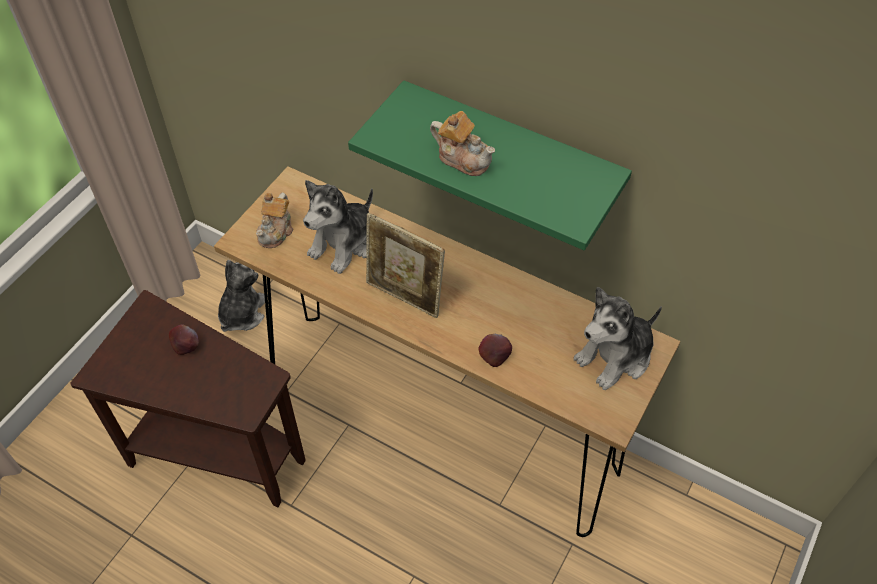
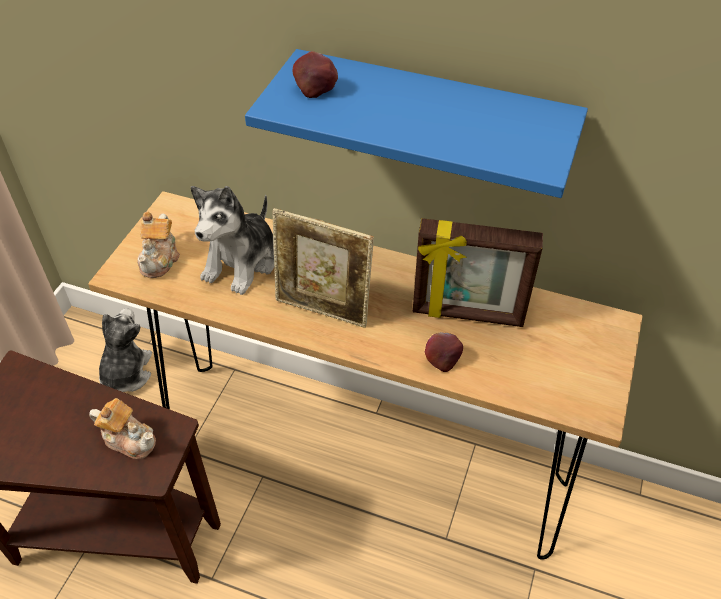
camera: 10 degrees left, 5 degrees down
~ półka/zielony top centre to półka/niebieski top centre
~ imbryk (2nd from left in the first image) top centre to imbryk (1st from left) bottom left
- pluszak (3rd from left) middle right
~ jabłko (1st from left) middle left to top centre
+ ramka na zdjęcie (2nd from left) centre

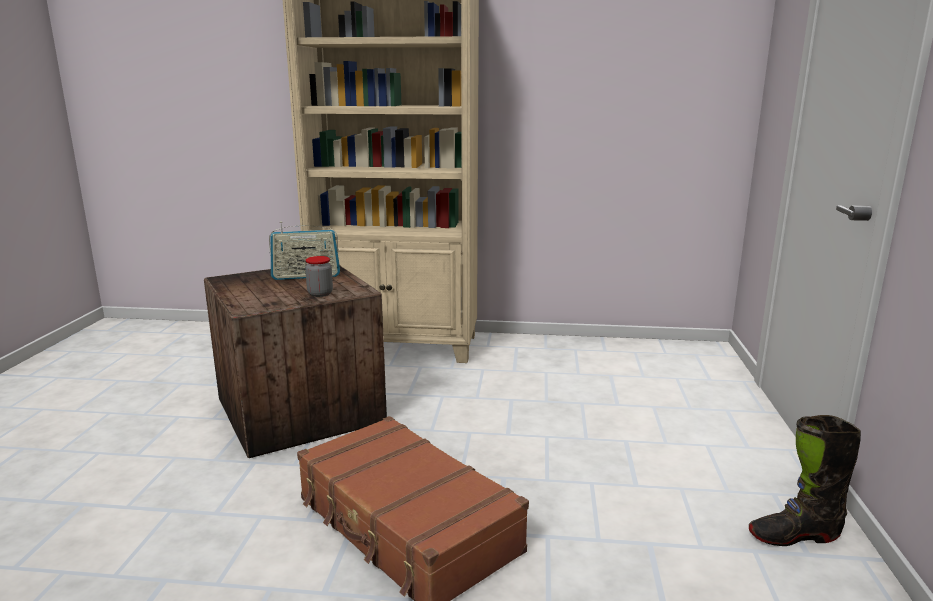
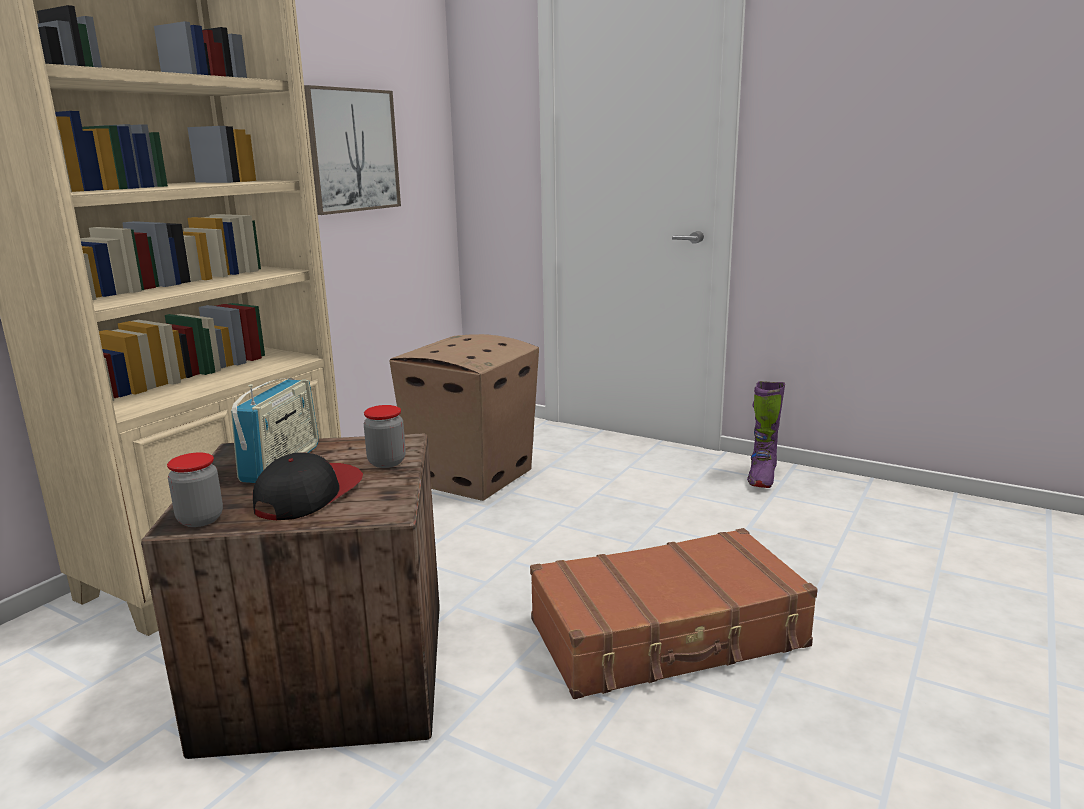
camera: 65 degrees left, 0 degrees up
~ but z cholewką/czarny bottom right to but z cholewką/fioletowy middle right
+ obraz top left
+ karton centre
+ słoik (1st from left) middle left
+ czapka z daszkiem middle left

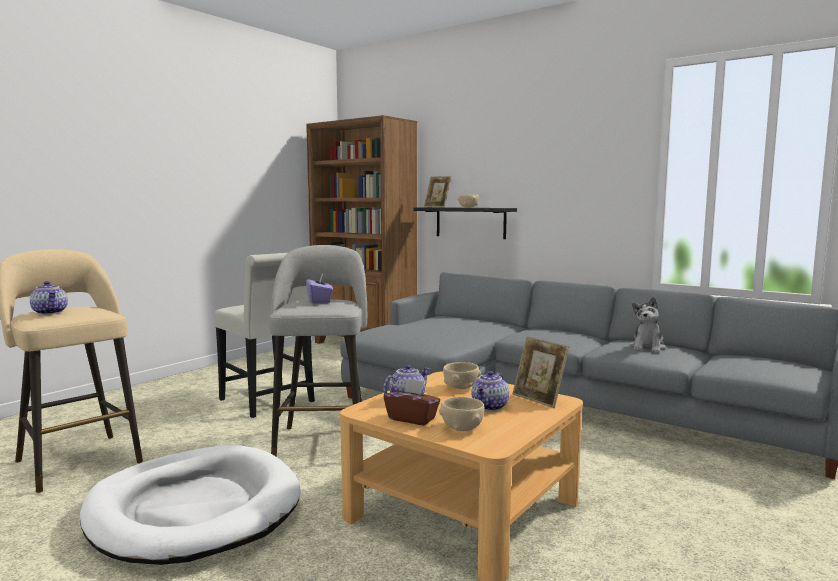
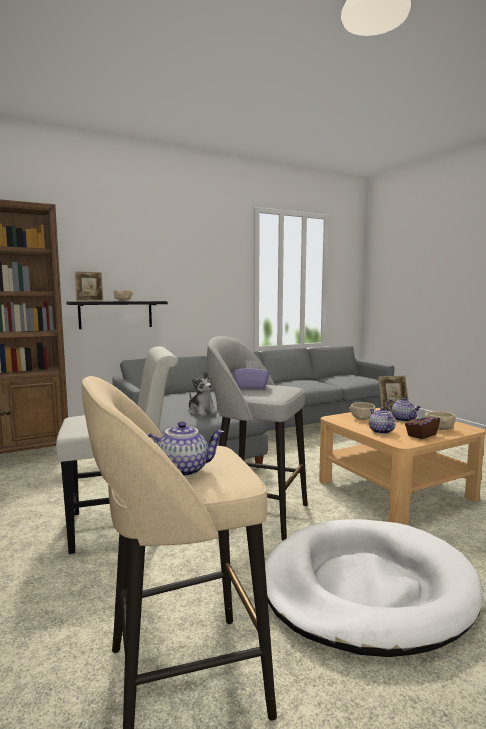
camera: 65 degrees left, 0 degrees up
~ pluszak middle right to centre

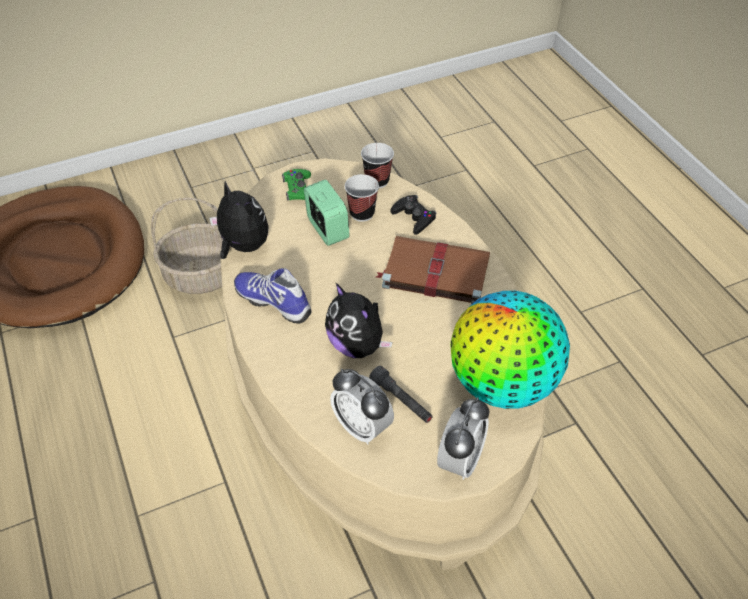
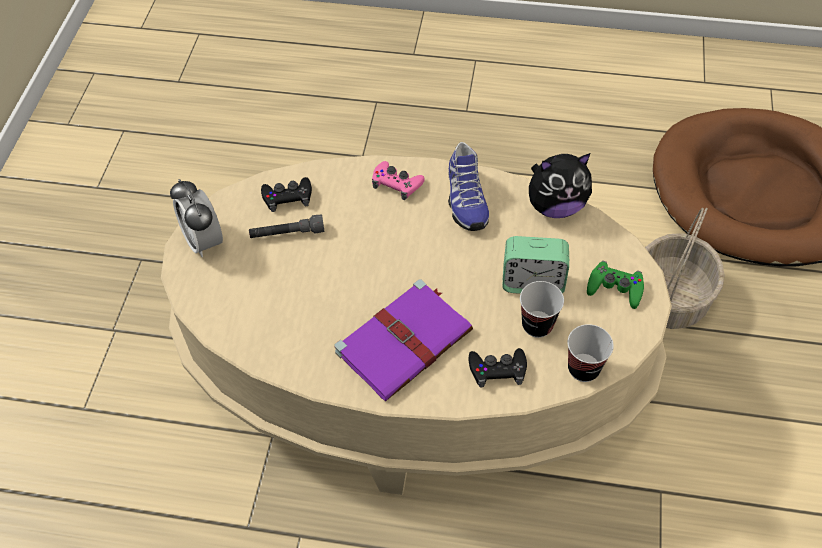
camera: 125 degrees right, 5 degrees up
~ książka/brązowy centre to książka/fioletowy centre
~ but centre = centre 105 degrees clockwise
- pluszak (2nd from left) centre
- globus middle right
~ budzik (2nd from left) bottom centre to pad do gier/czarny (1st from left) centre
+ pad do gier/różowy top centre

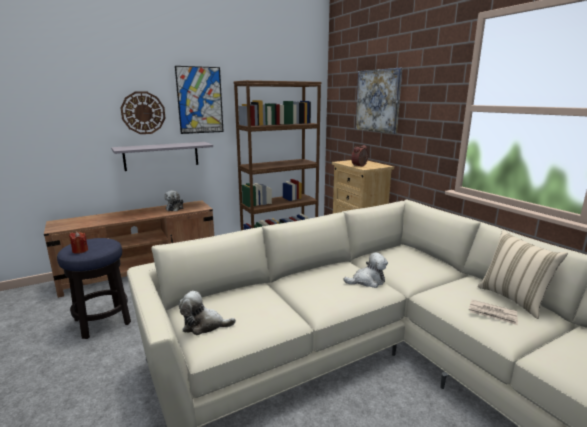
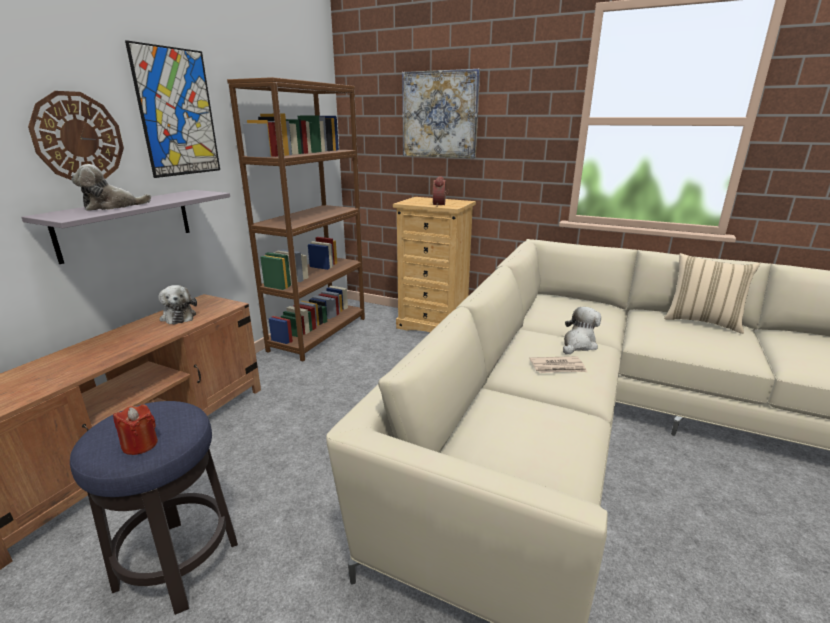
camera: 35 degrees left, 5 degrees up
~ pluszak (2nd from left in the first image) bottom centre to pluszak (1st from left) top left
~ gazeta bottom right to middle right

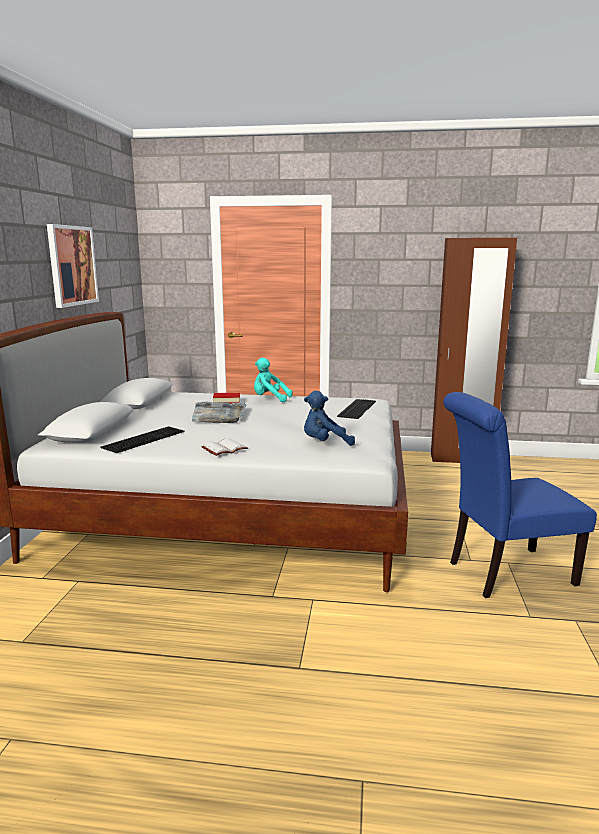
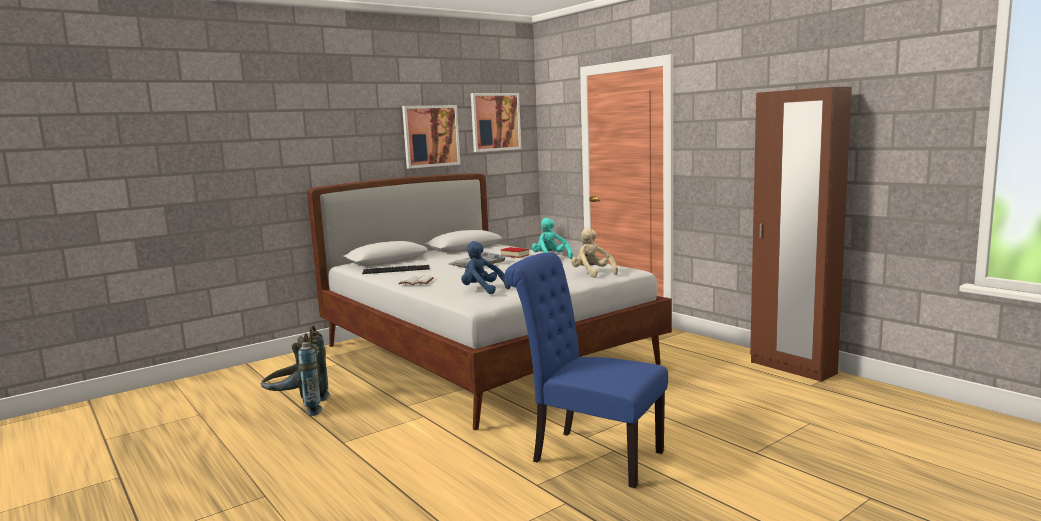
camera: 45 degrees right, 5 degrees down
~ klawiatura (2nd from left) centre to pluszak/beżowy centre
+ obraz (2nd from left) top centre
+ plecak/szary bottom left

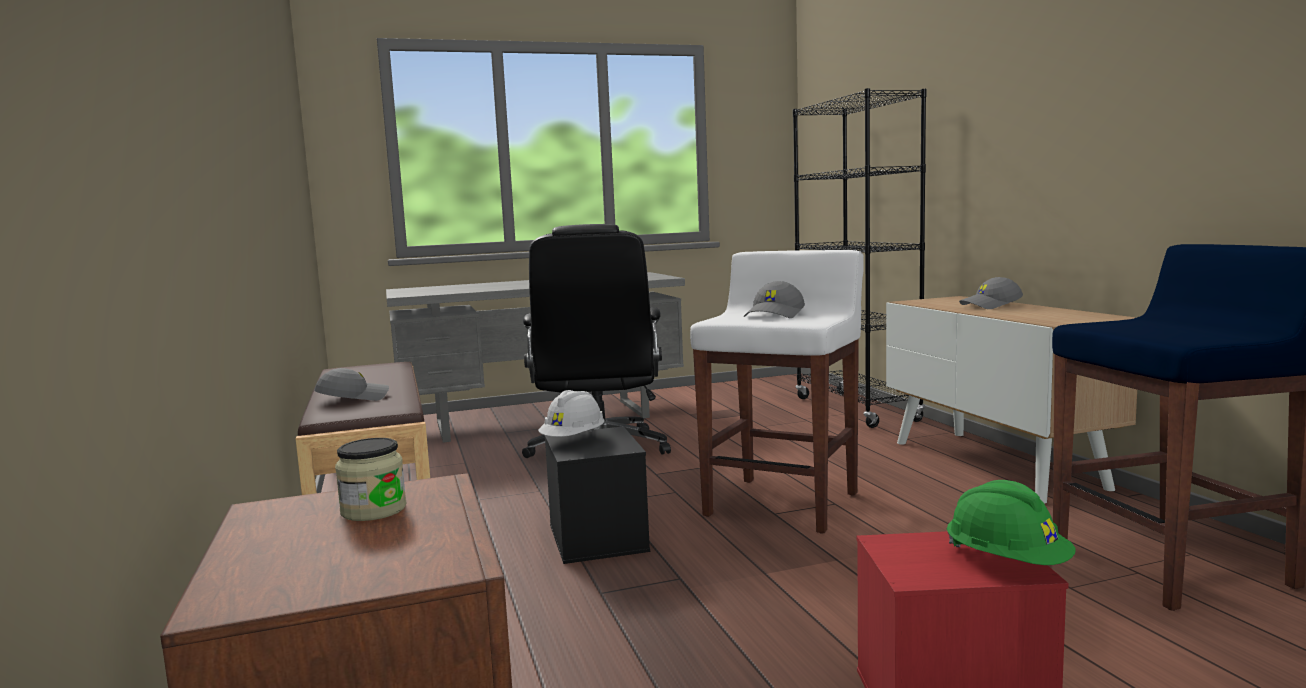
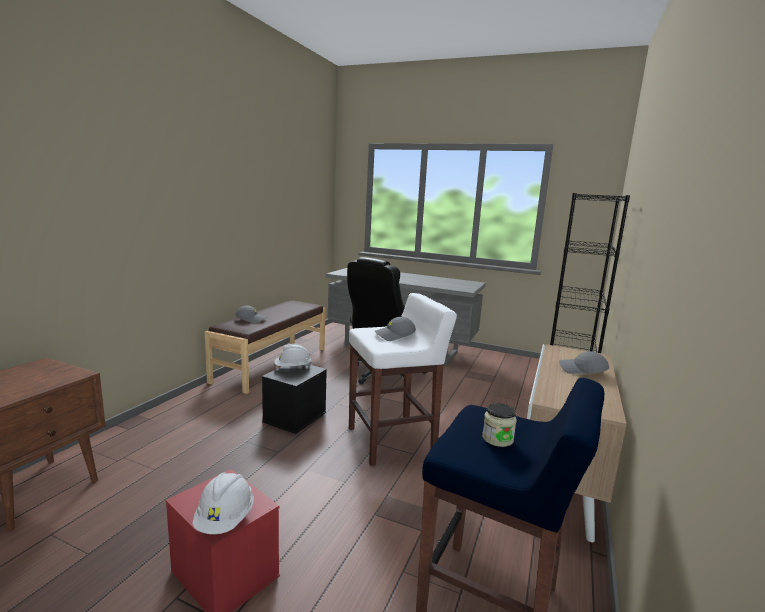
camera: 40 degrees right, 5 degrees up
~ słoik bottom left to bottom centre
~ kask/zielony bottom right to kask/biały (1st from left) bottom left

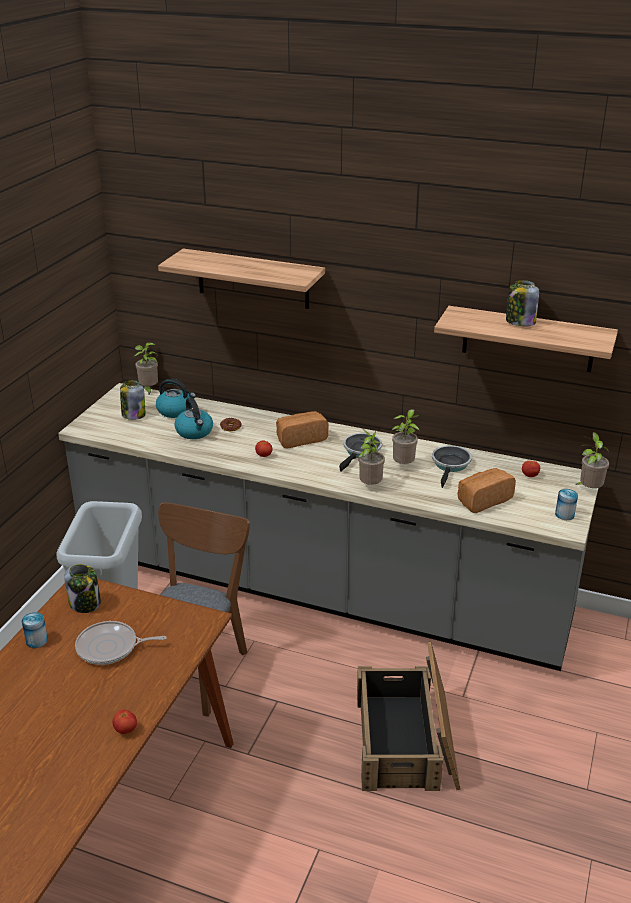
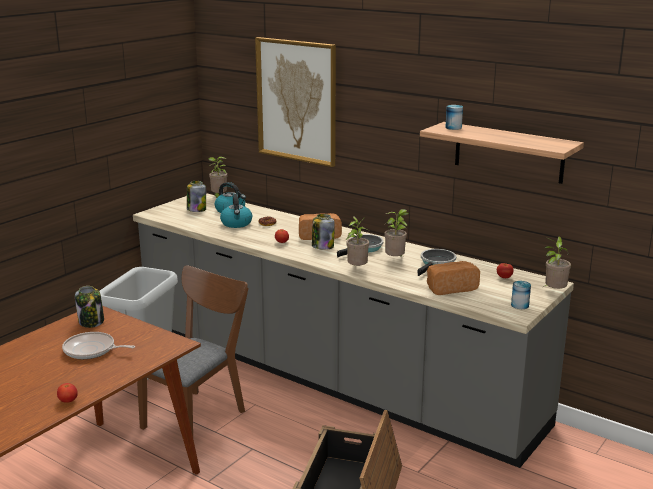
camera: 15 degrees right, 10 degrees down
~ półka (1st from left) top centre to obraz top centre
~ słoik (3rd from left) middle right to centre
~ puszka (1st from left) bottom left to top right

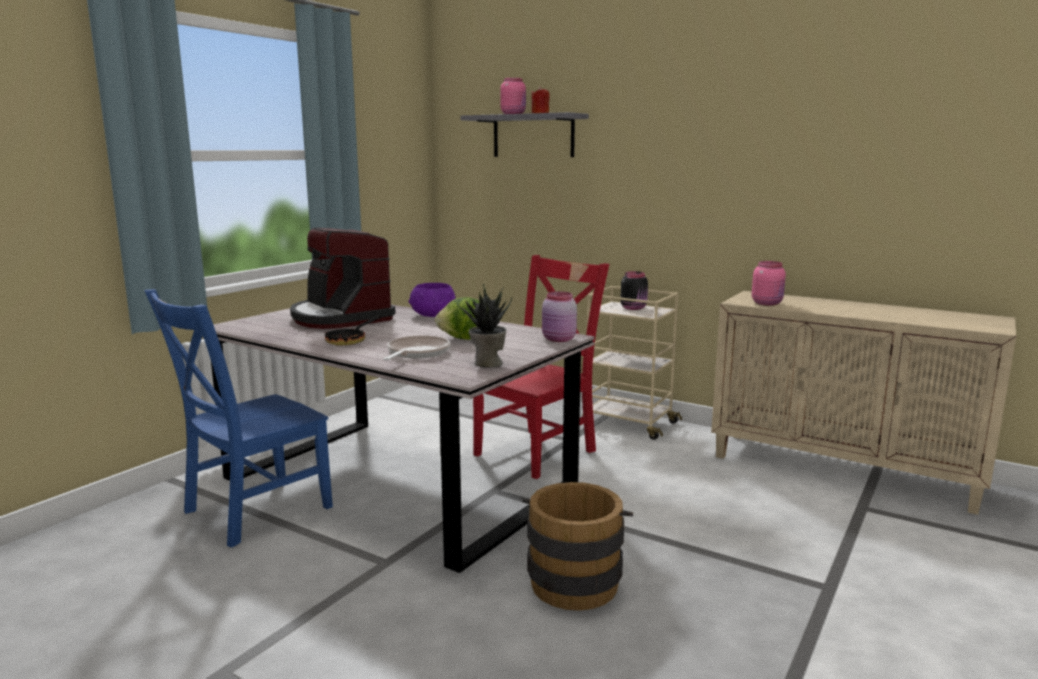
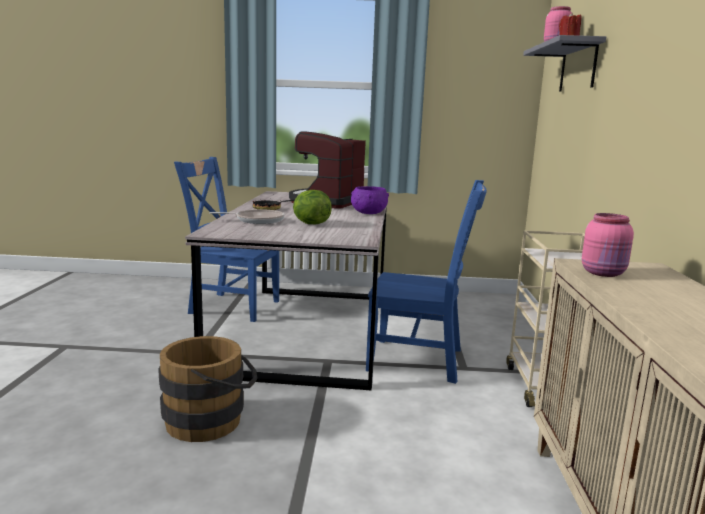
camera: 60 degrees right, 0 degrees up
~ krzesło/czerwony centre to krzesło/niebieski (2nd from left) centre
- słoik/czarny centre
- roślina doniczkowa centre
- słoik/różowy (2nd from left) centre

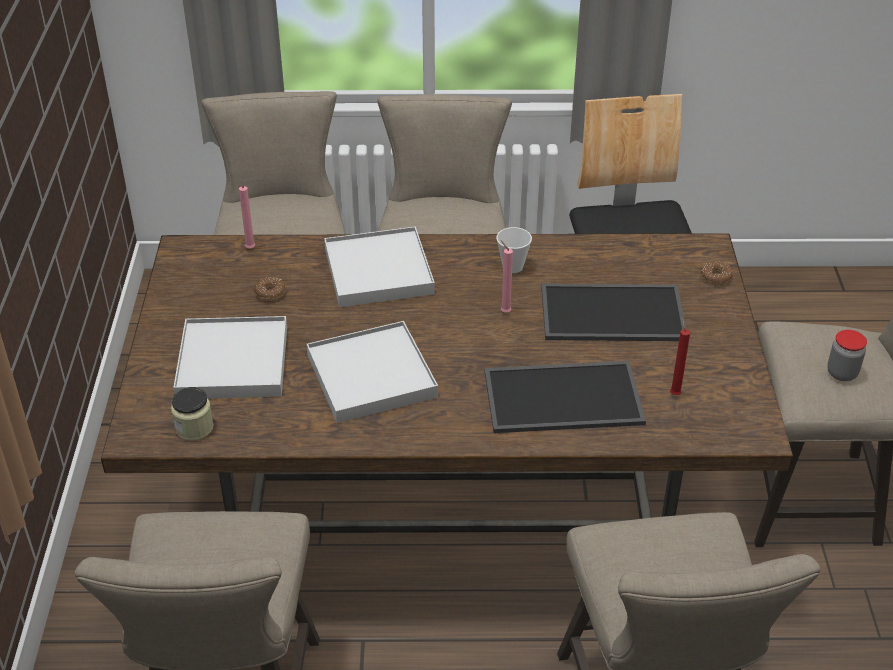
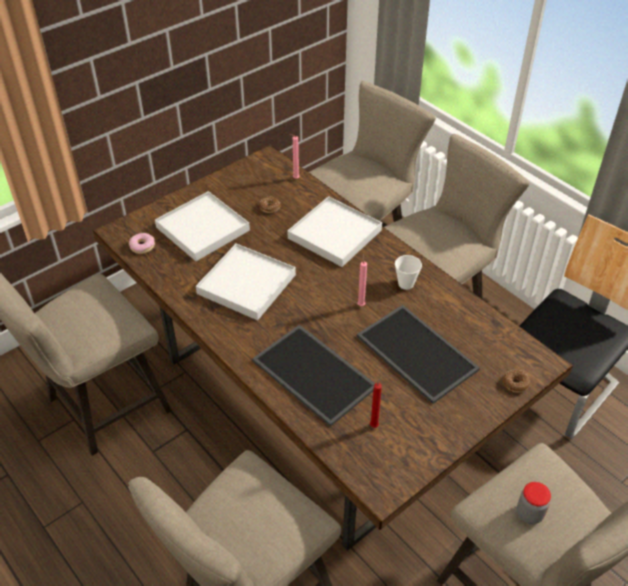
camera: 50 degrees right, 5 degrees up
~ słoik (1st from left) middle left to donut (1st from left) middle left

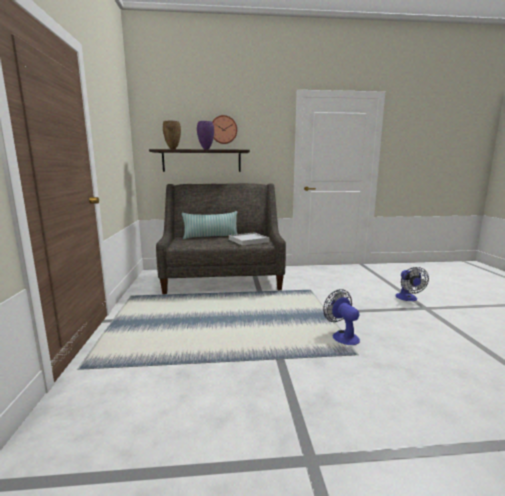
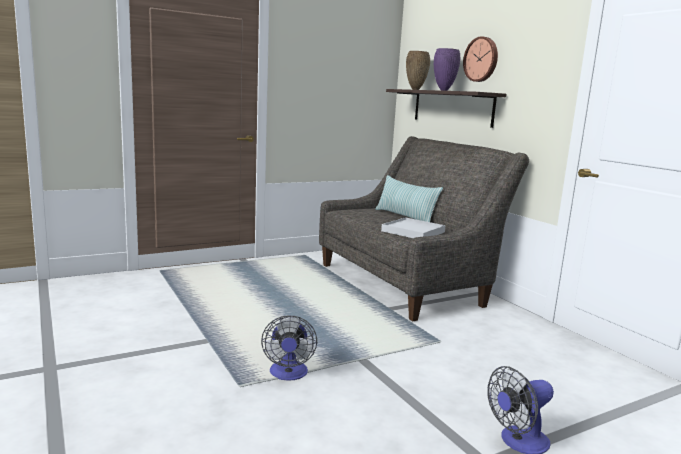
camera: 65 degrees right, 0 degrees up
~ wentylator (1st from left) middle right = bottom centre 135 degrees clockwise

